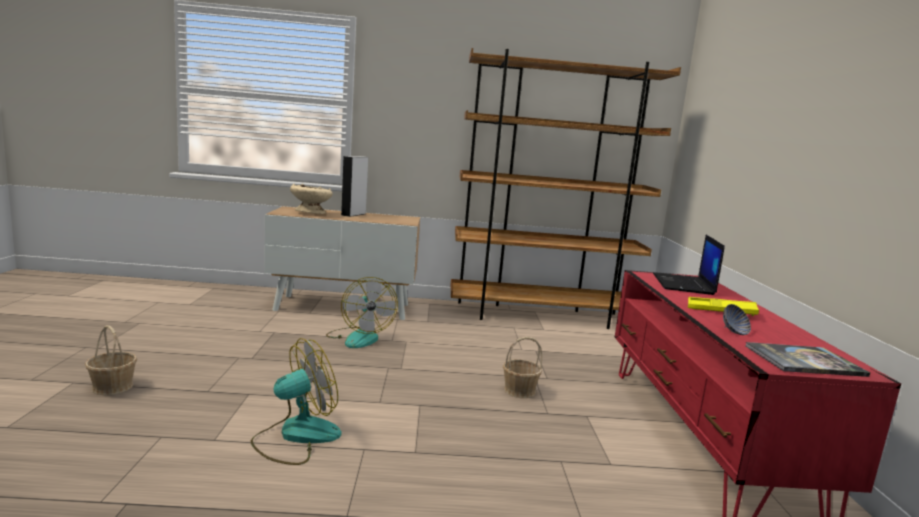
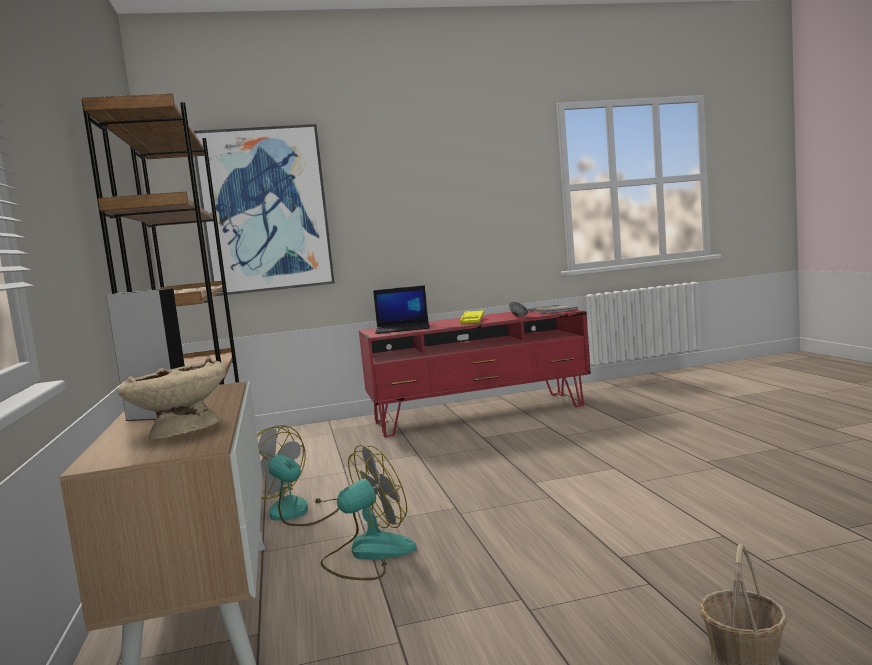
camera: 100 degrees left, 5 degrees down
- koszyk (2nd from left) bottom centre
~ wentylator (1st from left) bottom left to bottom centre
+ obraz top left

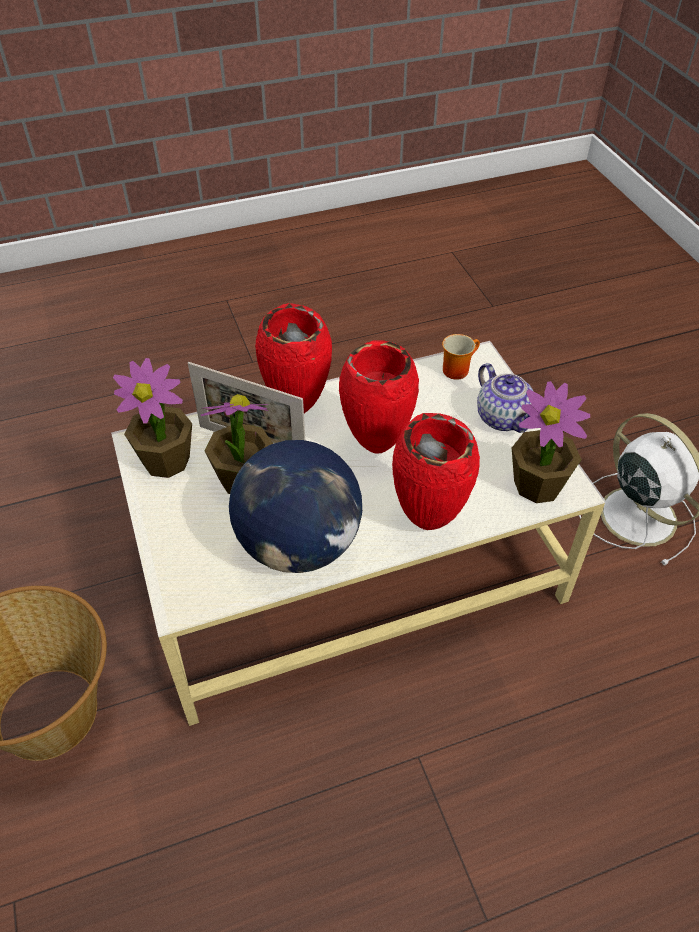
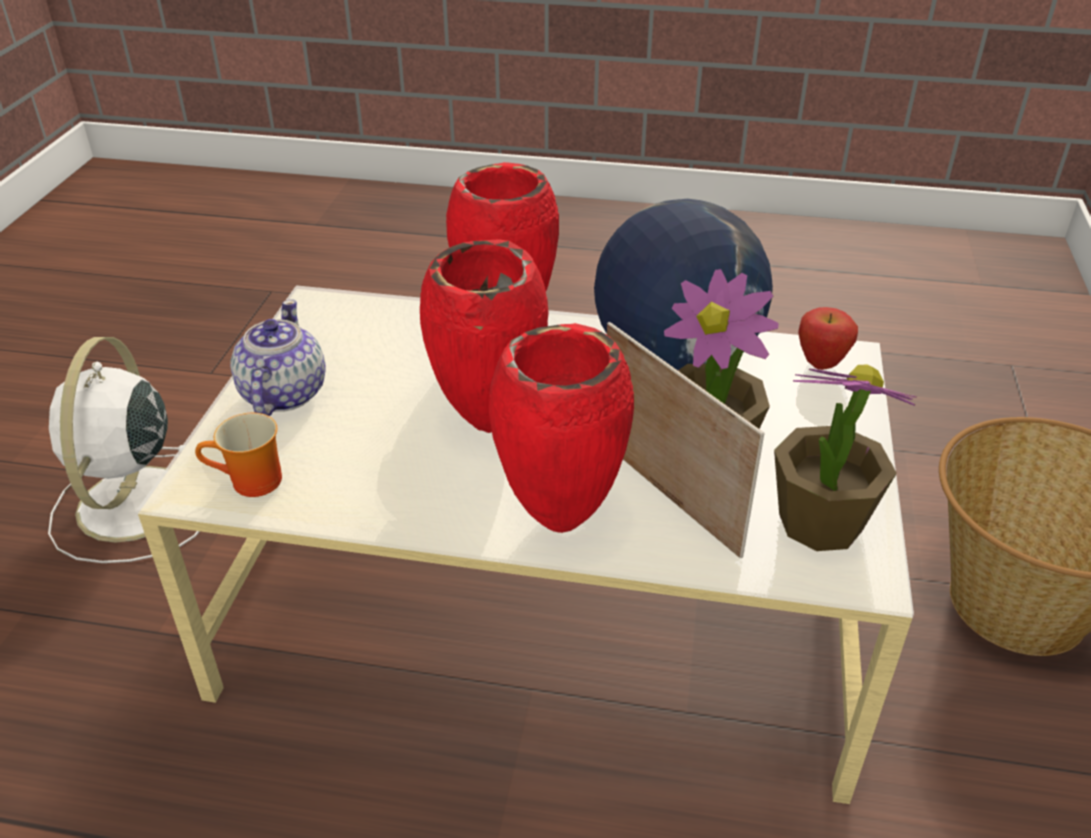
camera: 150 degrees left, 10 degrees down
- roślina doniczkowa (3rd from left) middle right
+ jabłko middle right

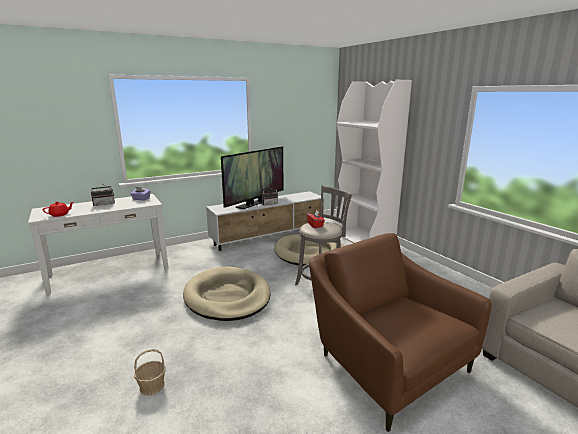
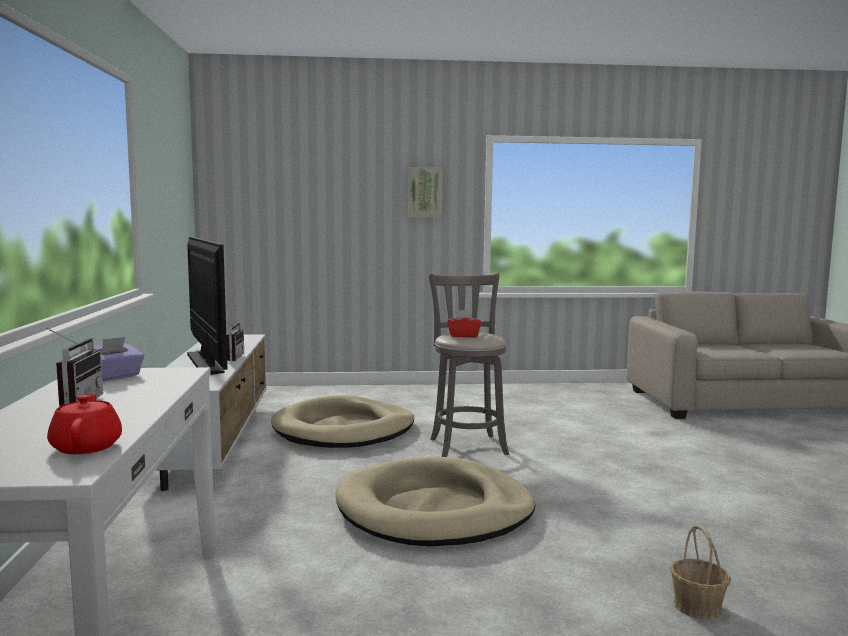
camera: 65 degrees left, 10 degrees down
- regał/biały centre
- fotel/brązowy bottom right
+ obraz top centre

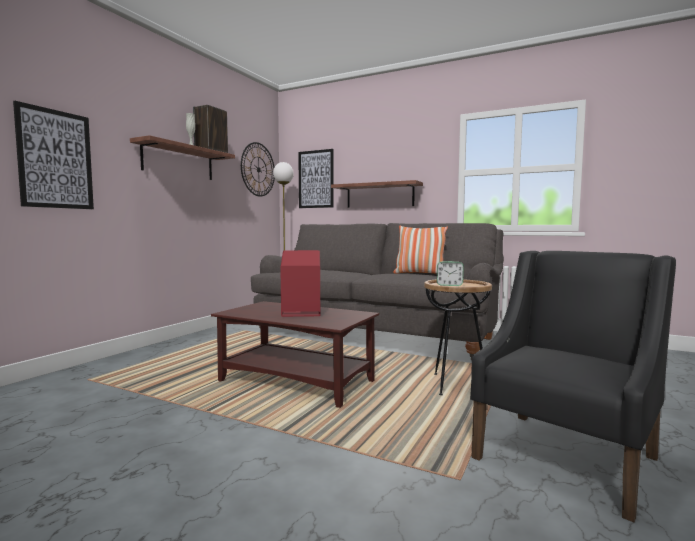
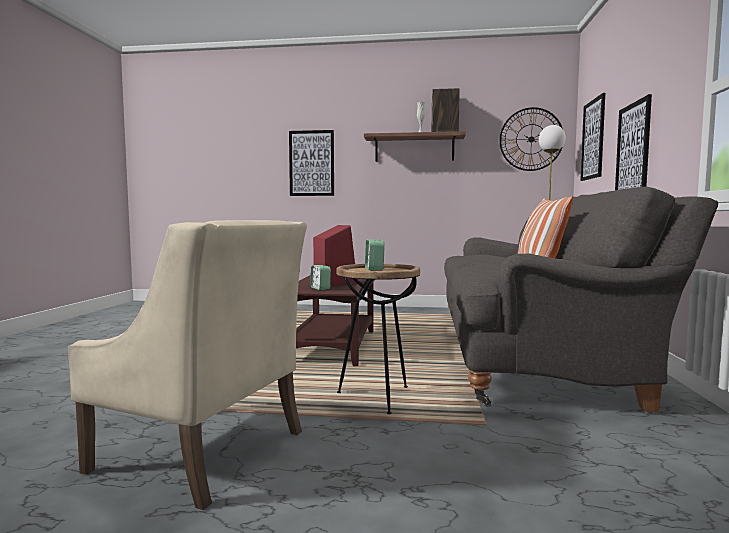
camera: 70 degrees right, 0 degrees up
~ półka (2nd from left) centre to obraz (3rd from left) top right
~ fotel/czarny bottom right to fotel/beżowy bottom left
+ budzik (1st from left) centre

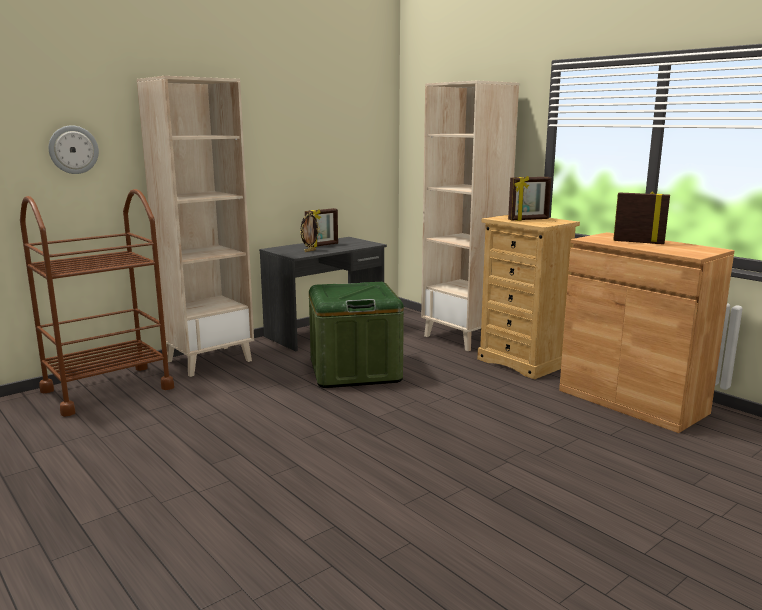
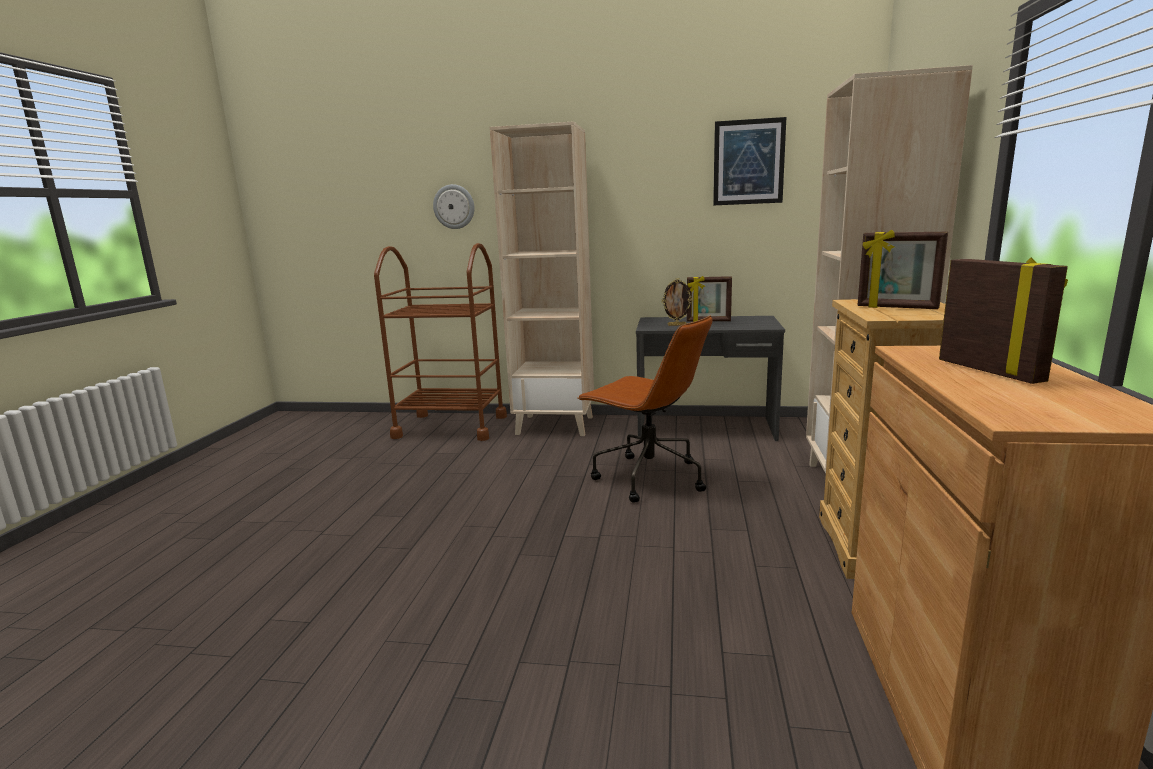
camera: 50 degrees right, 0 degrees up
~ pojemnik do przechowywania/zielony centre to krzesło biurowe/brązowy centre
+ obraz top centre

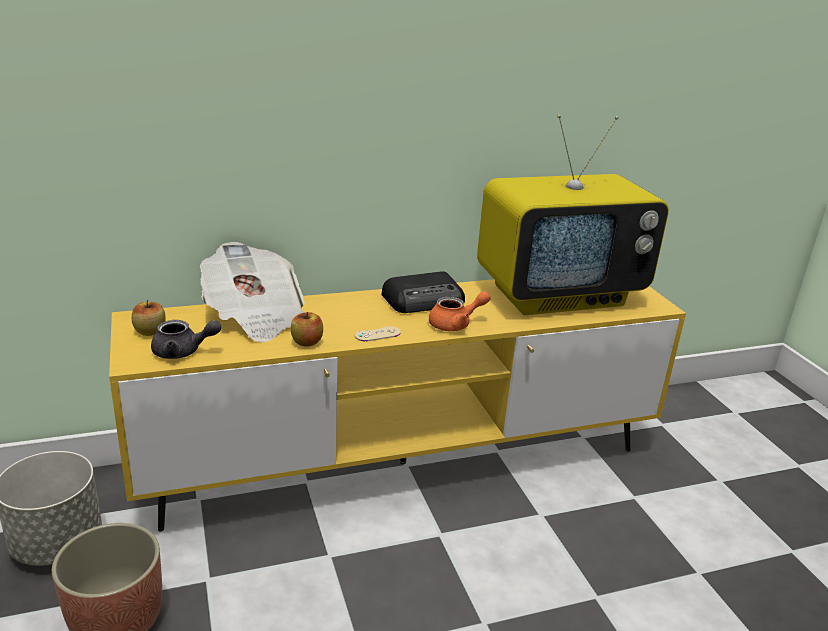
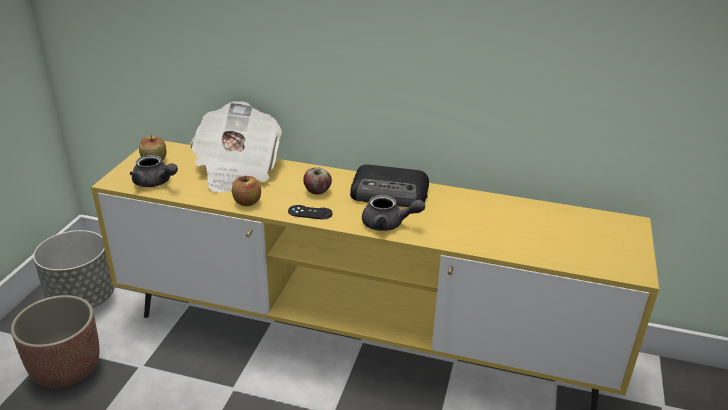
camera: 35 degrees right, 5 degrees up
- telewizor middle right
~ imbryk/pomarańczowy centre to imbryk/szary (2nd from left) centre
~ pad do gier/beżowy centre to pad do gier/czarny centre
+ jabłko (3rd from left) centre

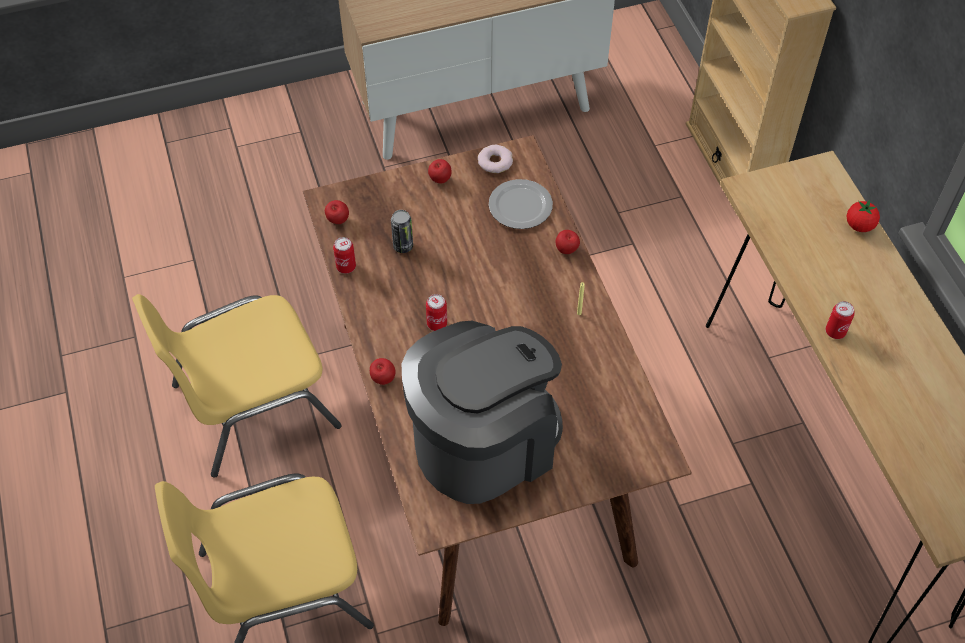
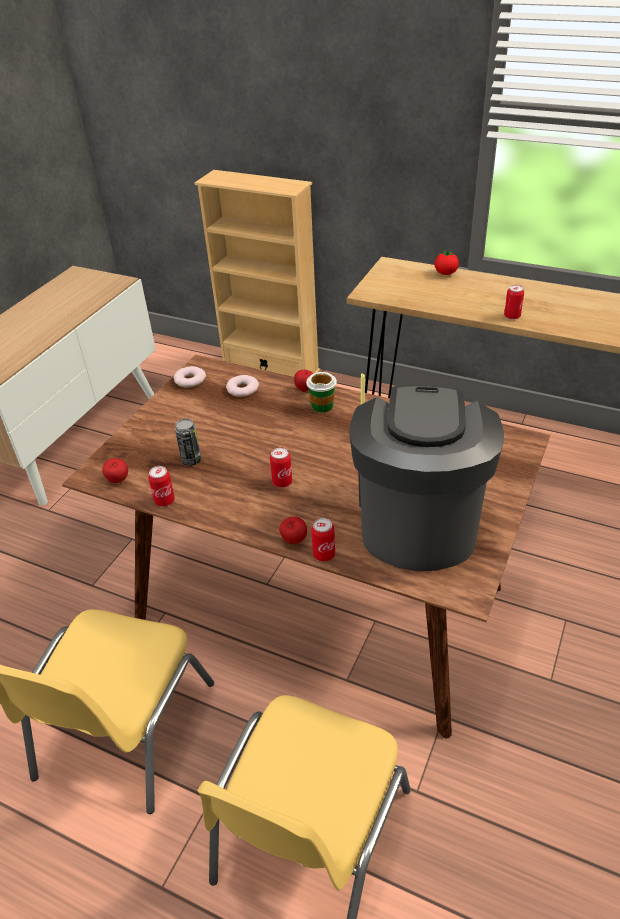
camera: 45 degrees left, 15 degrees down
- jabłko (3rd from left) top centre
~ talerz top centre to donut (2nd from left) centre
+ filiżanka centre
+ puszka (4th from left) centre

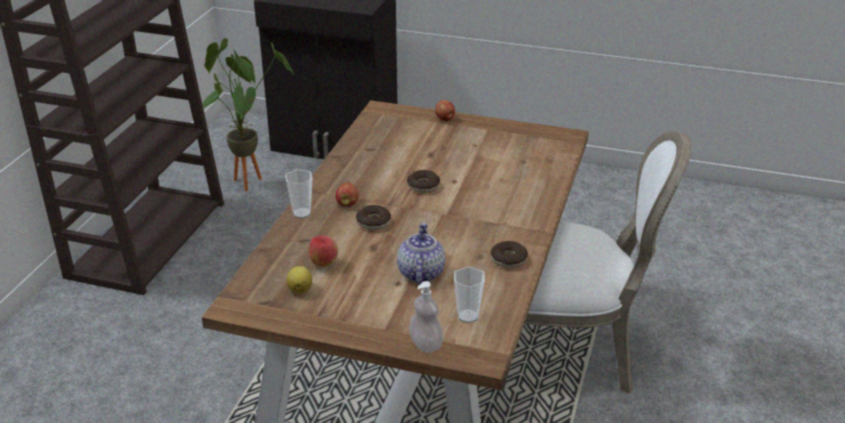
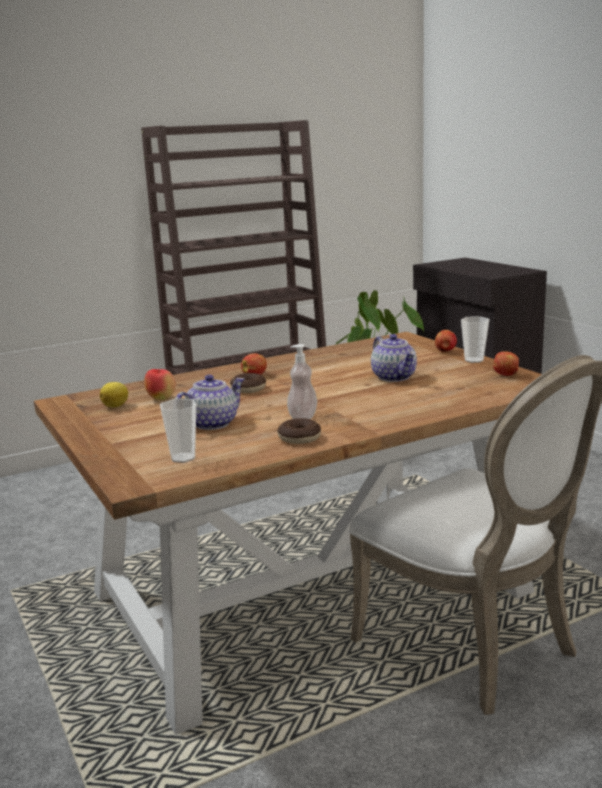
camera: 45 degrees right, 15 degrees down
~ filiżanka (1st from left in the first image) centre to filiżanka (2nd from left) middle right
- donut (2nd from left) centre
~ dozownik mydła bottom centre to centre
+ imbryk (2nd from left) centre
+ jabłko (4th from left) middle right

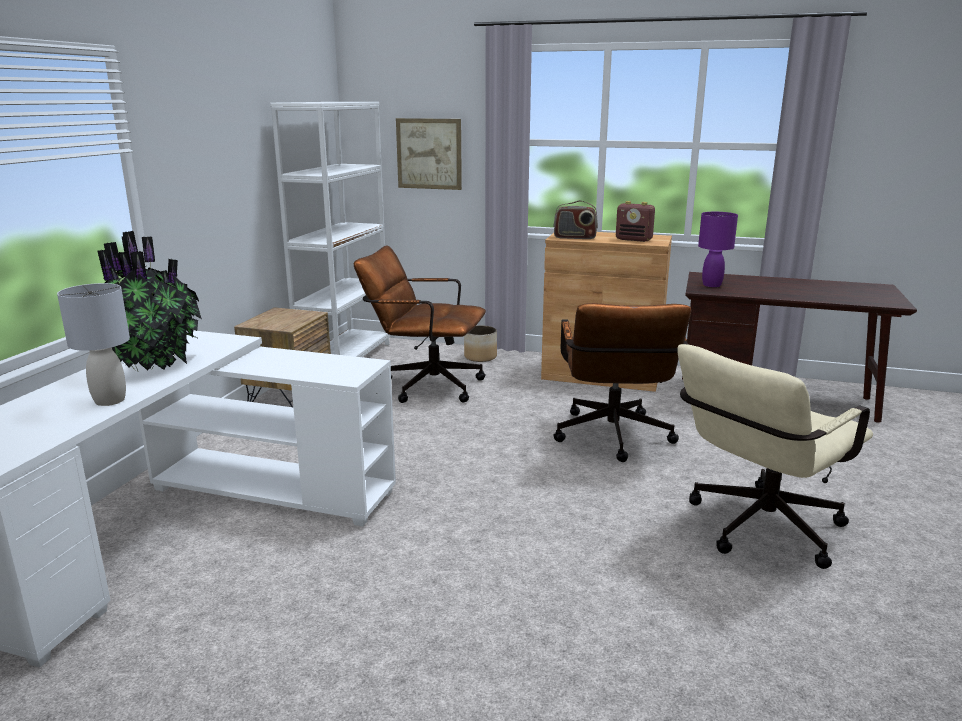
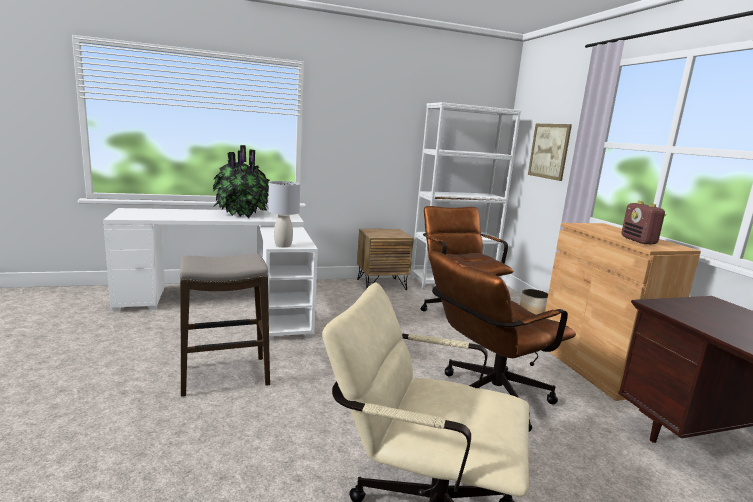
camera: 55 degrees right, 5 degrees down
- radio (1st from left) top centre
- lampa stołowa/fioletowy middle right
~ lampa stołowa/szary middle left to centre
+ stołek middle left

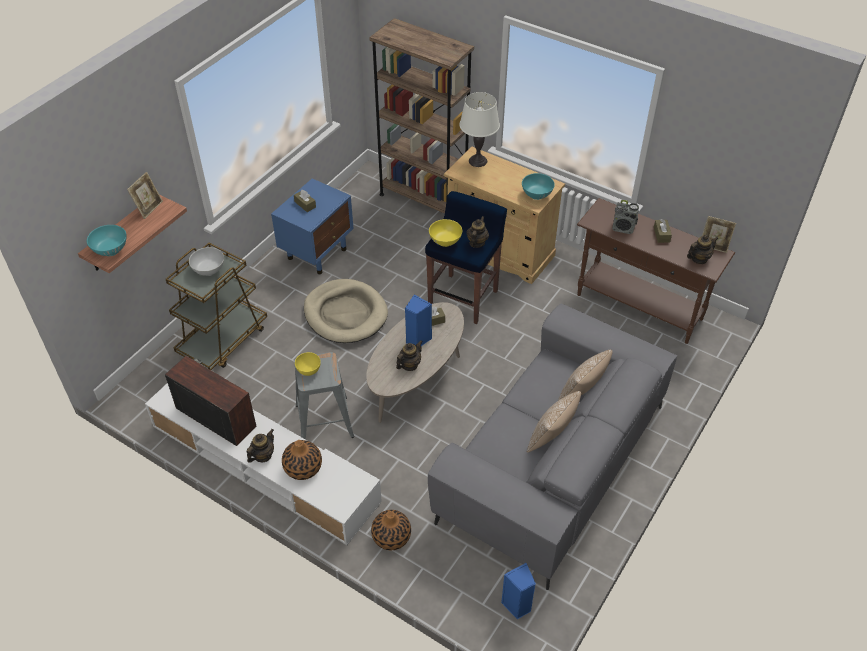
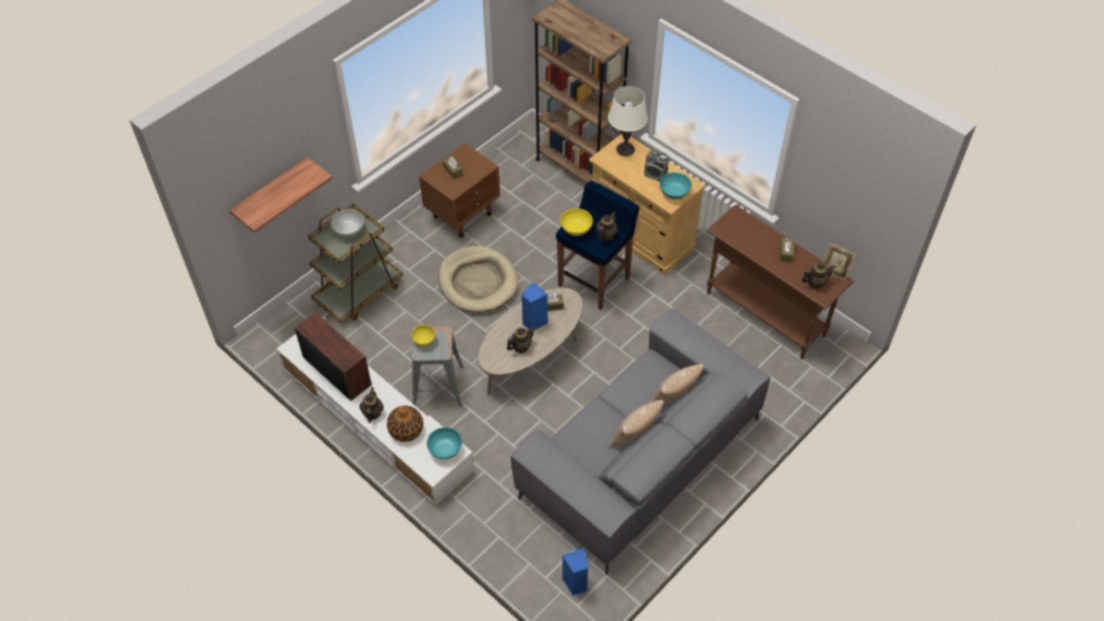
camera: 10 degrees right, 5 degrees up
- ramka na zdjęcie (1st from left) top left
~ szafka nocna/niebieski centre to szafka nocna/brązowy top centre
~ radio middle right to top centre
~ miska/turkusowy (1st from left) middle left to bottom centre
~ imbryk (1st from left) bottom left = centre 45 degrees counterclockwise
- wazon (2nd from left) bottom centre

